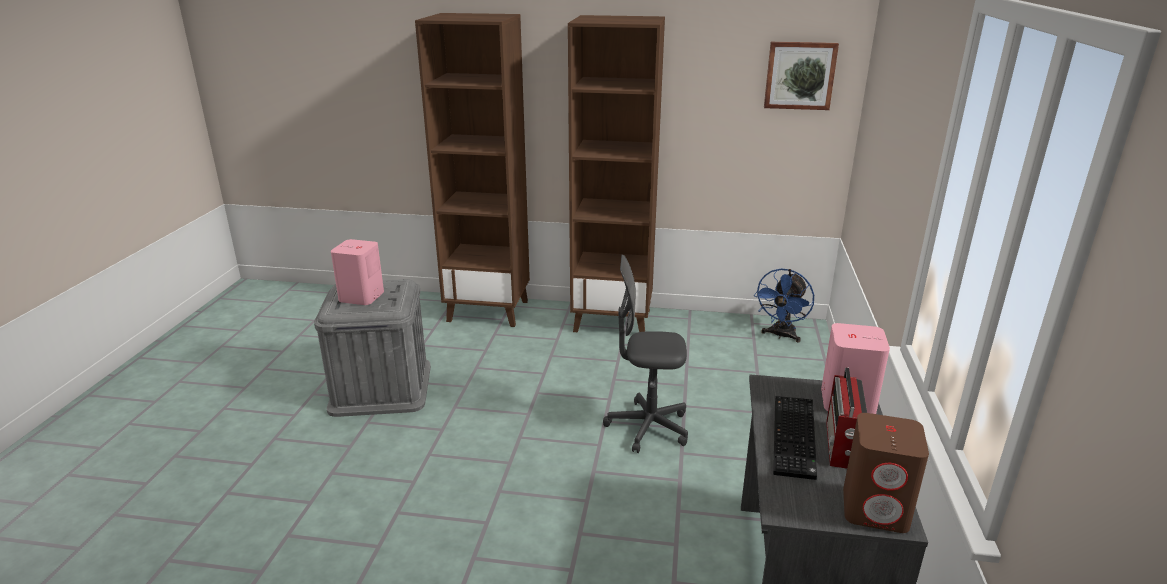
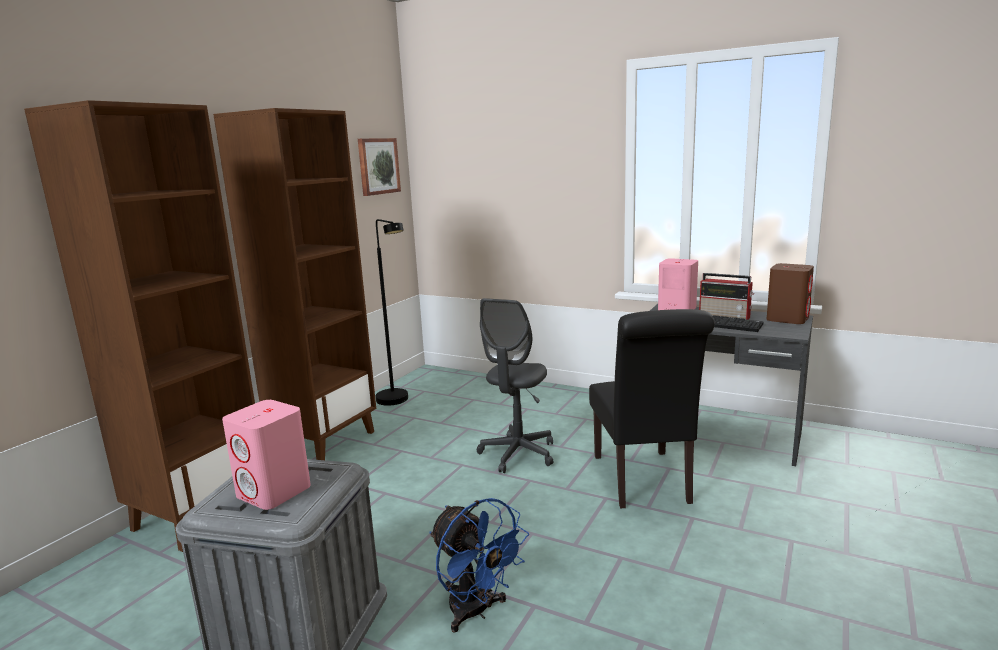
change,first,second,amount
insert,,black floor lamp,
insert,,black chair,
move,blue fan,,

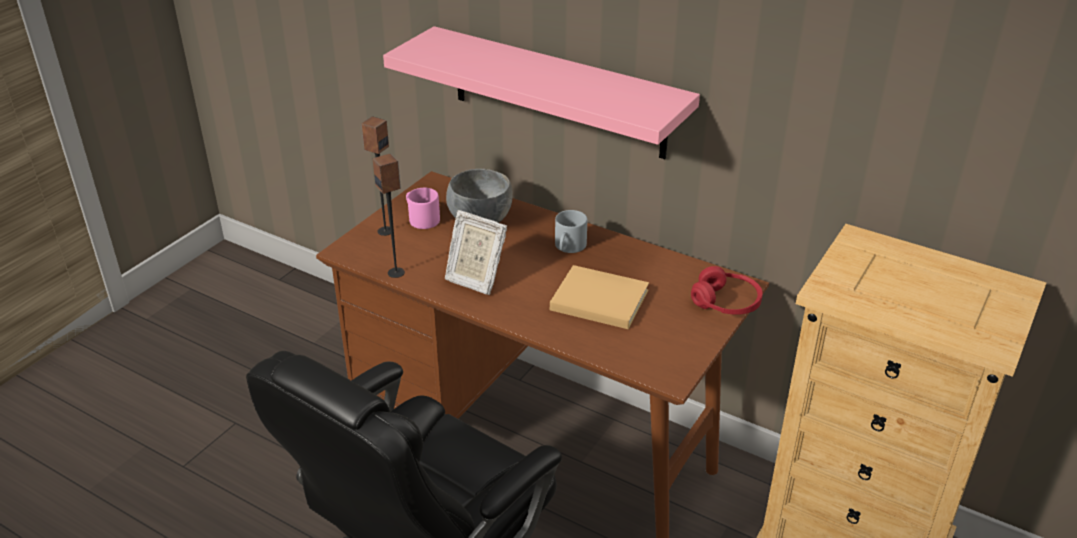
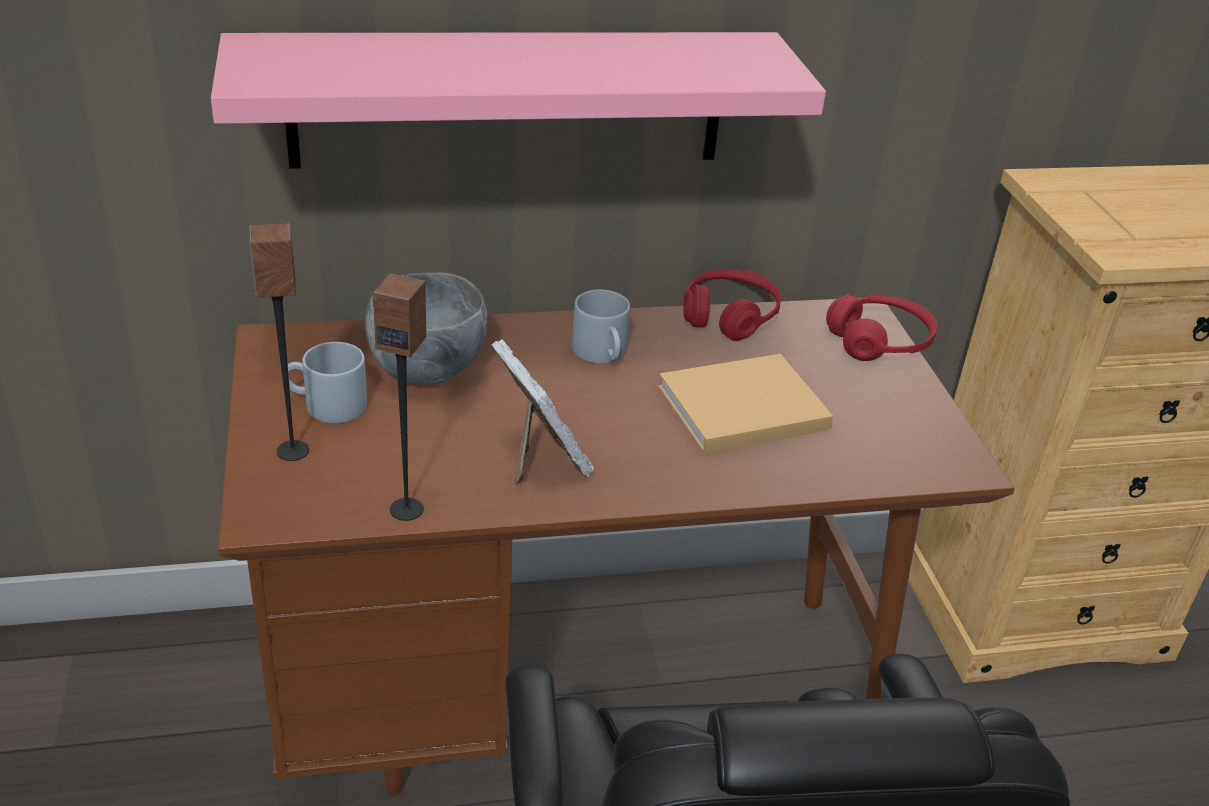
change,first,second,amount
insert,,red headphones (1st from left),
recolor,pink mug,grey mug (1st from left),
rotate,picture frame,,105 degrees counterclockwise

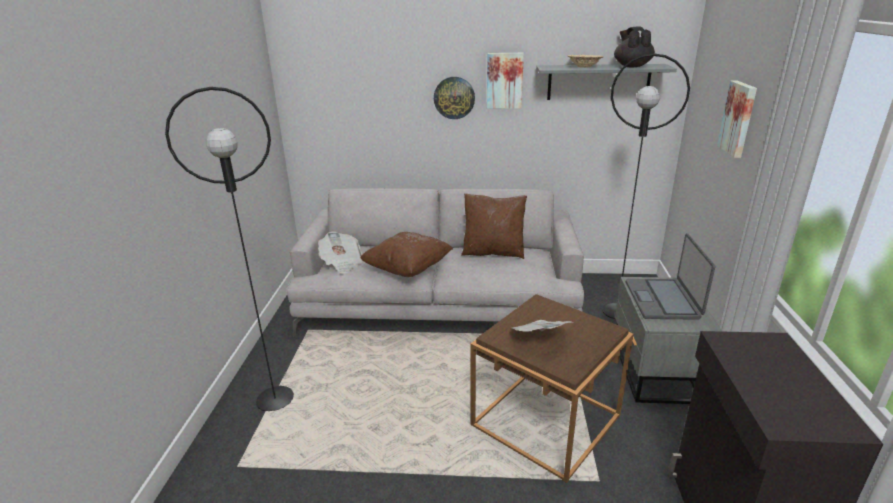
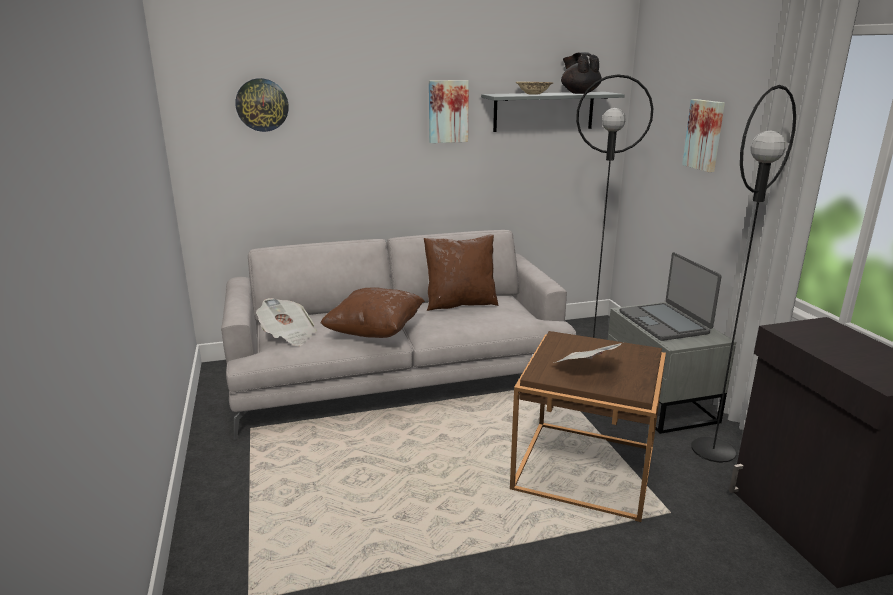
change,first,second,amount
move,black floor lamp (1st from left in the first image),black floor lamp (2nd from left),
move,wall clock,,

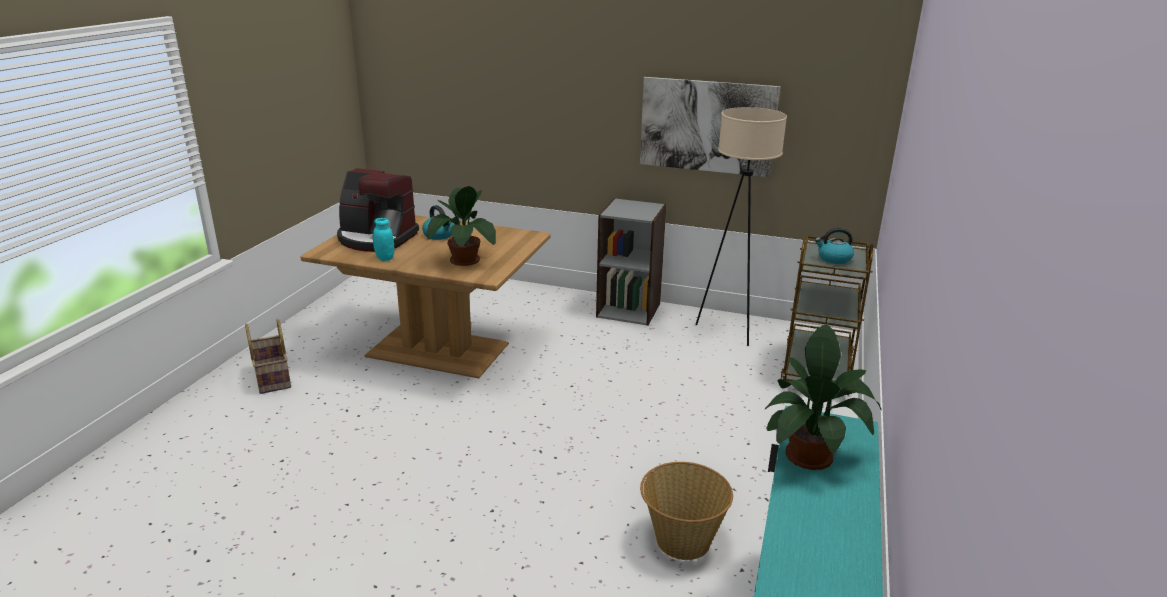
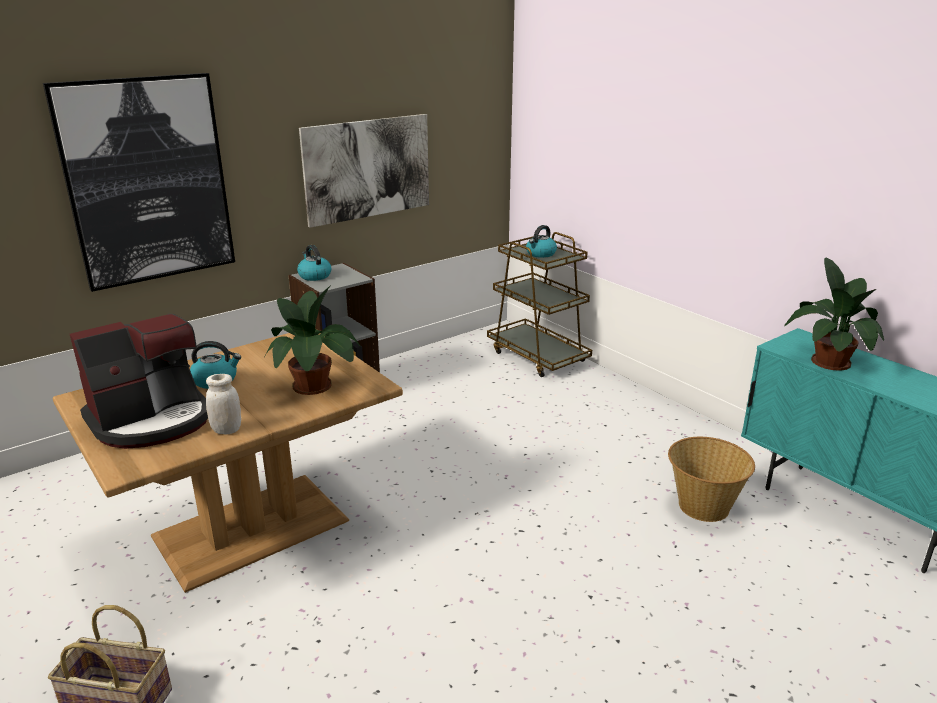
change,first,second,amount
delete,beige floor lamp,,
insert,,picture (1st from left),
insert,,kettle (2nd from left),
recolor,turquoise jar,white jar,

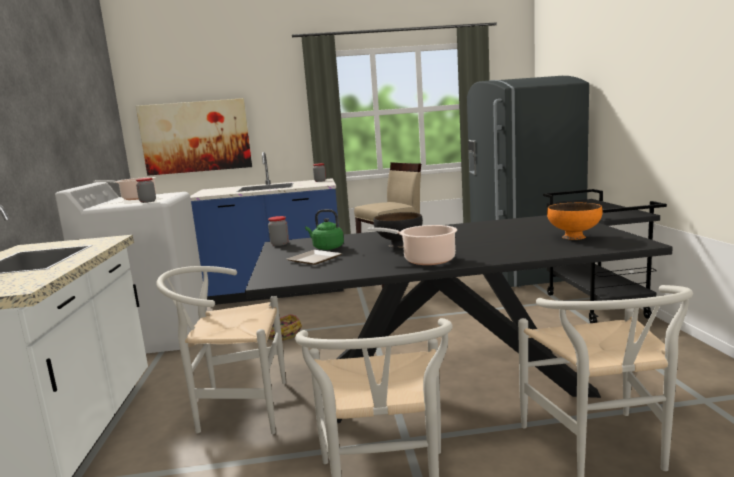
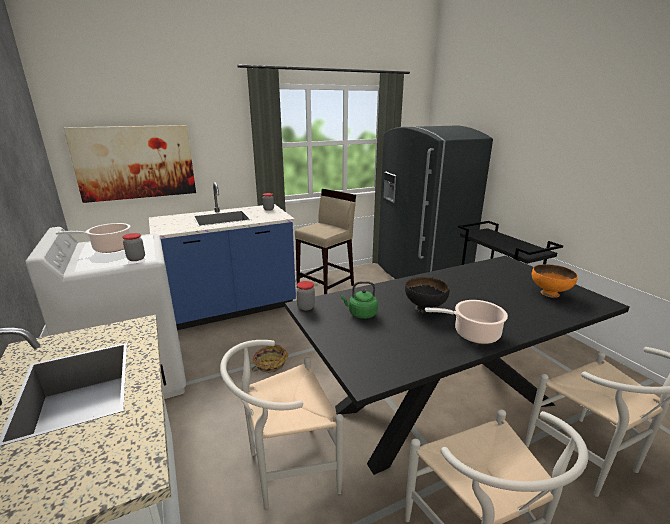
change,first,second,amount
delete,plate,,

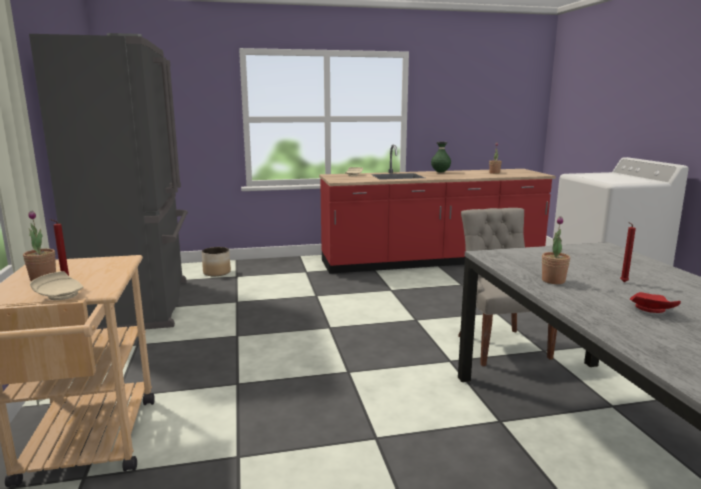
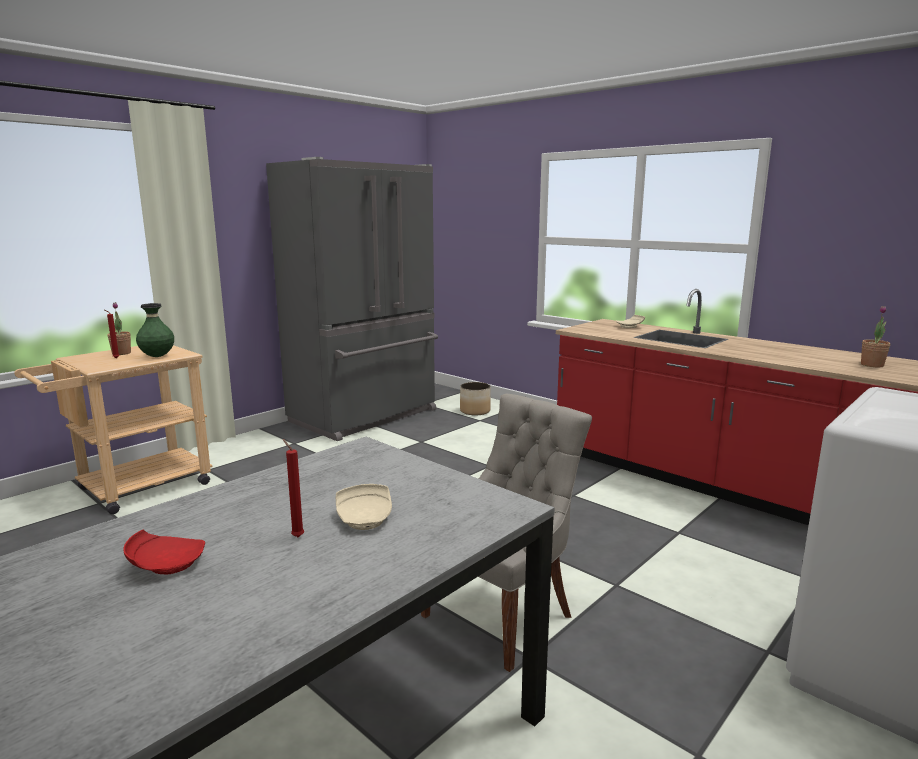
change,first,second,amount
delete,potted plant (3rd from left),,
move,beige plate (1st from left),,
move,green vase,,

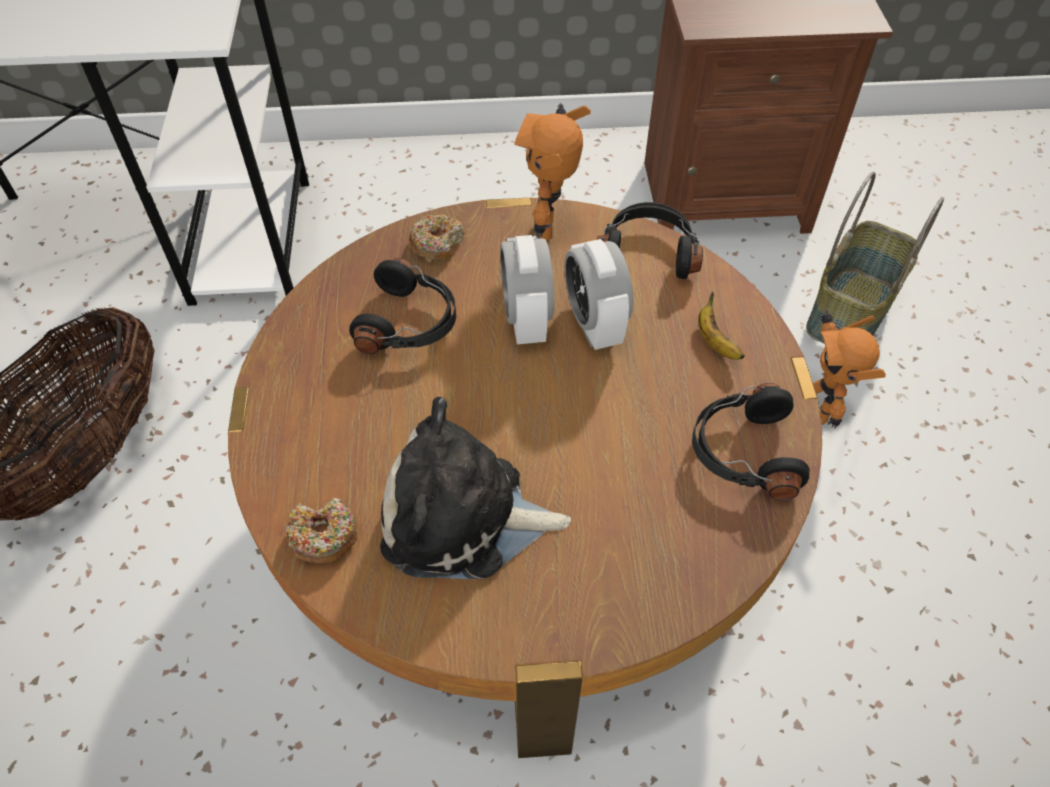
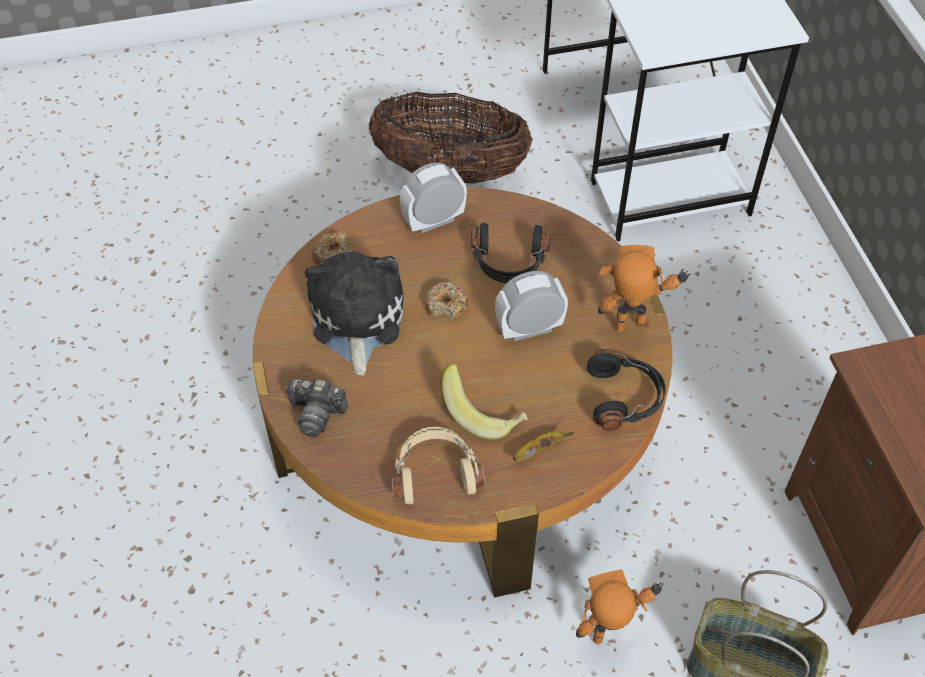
change,first,second,amount
insert,,photo camera,
insert,,banana (1st from left),
move,donut (2nd from left),,
move,alarm clock (2nd from left in the first image),alarm clock (1st from left),
recolor,black headphones (3rd from left),beige headphones,

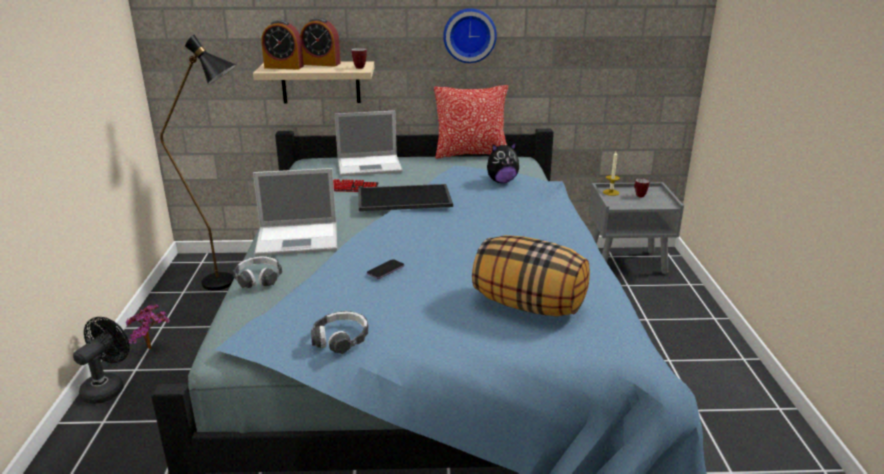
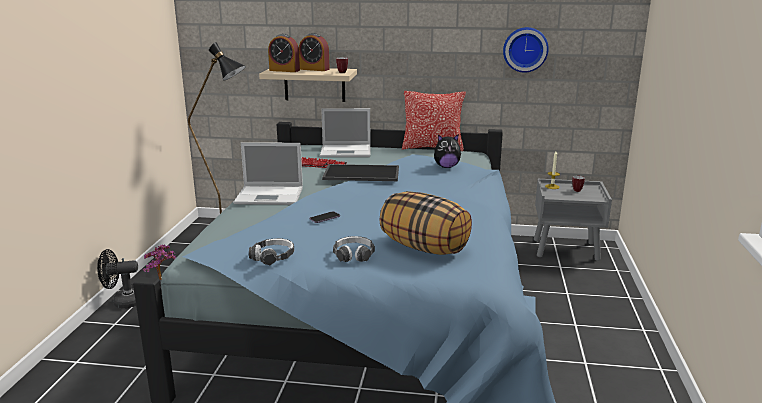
change,first,second,amount
move,headphones (1st from left in the first image),headphones (2nd from left),
move,wall clock,,
rotate,black fan,,135 degrees counterclockwise

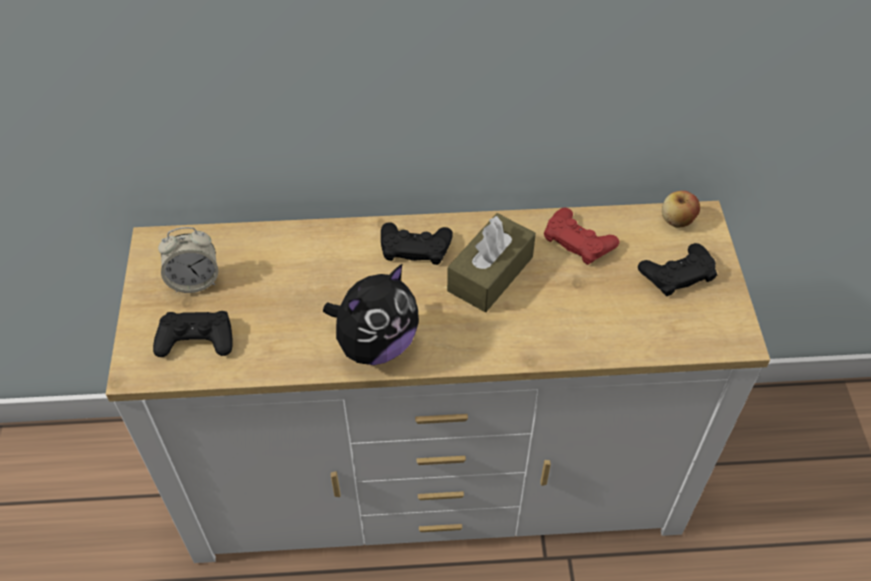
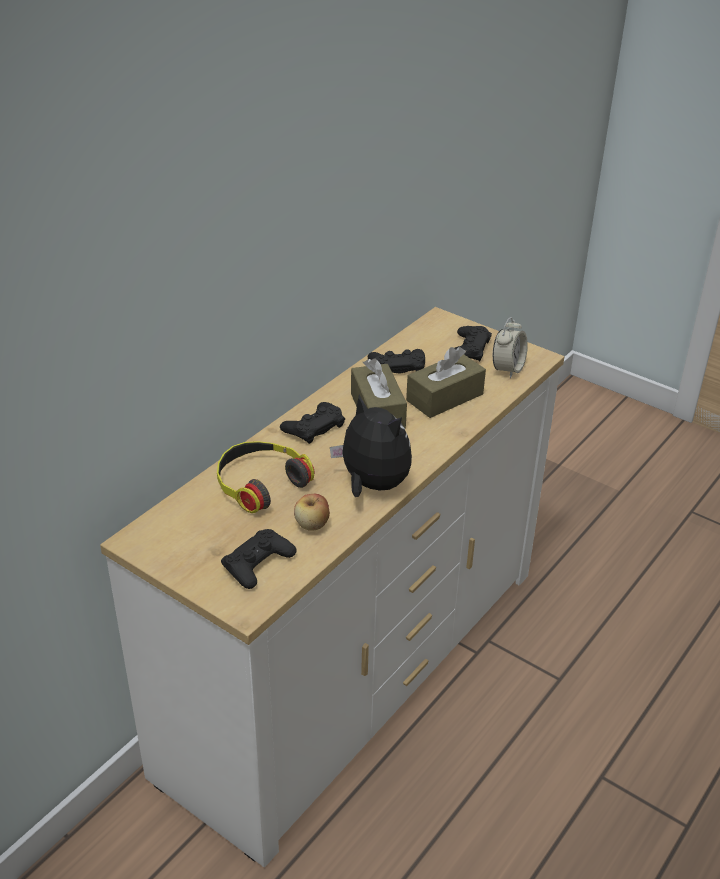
change,first,second,amount
insert,,headphones,
insert,,brown tissue box (2nd from left),
move,alarm clock,,
move,apple,,
recolor,red game controller,black game controller (3rd from left),
rotate,plush toy,,45 degrees counterclockwise

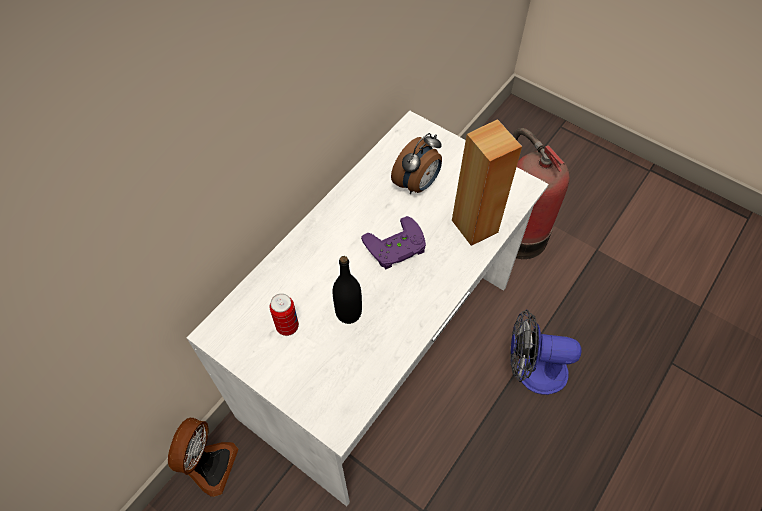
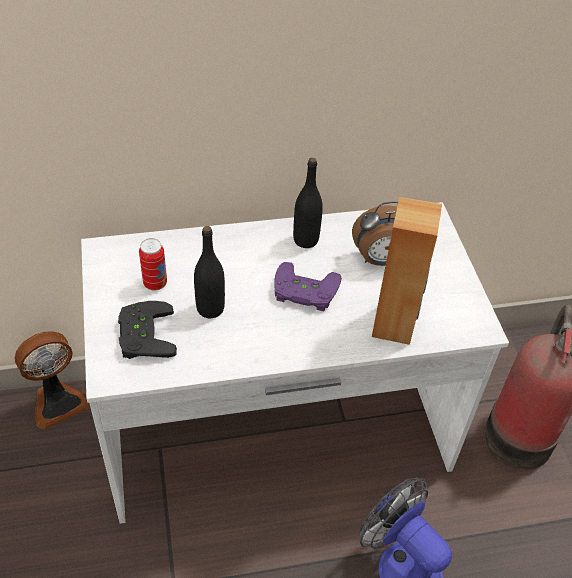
change,first,second,amount
insert,,black game controller,
insert,,black bottle (2nd from left),

